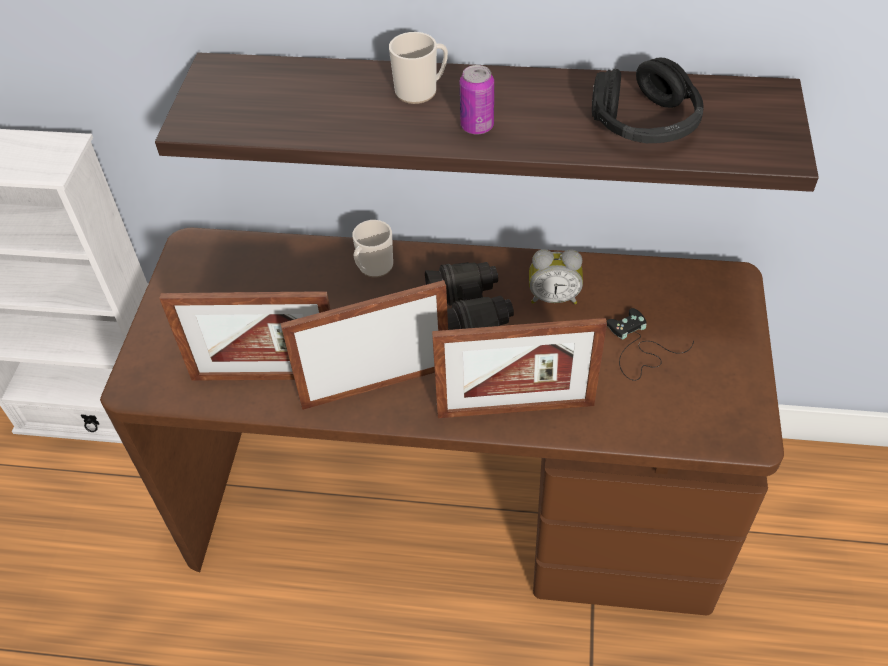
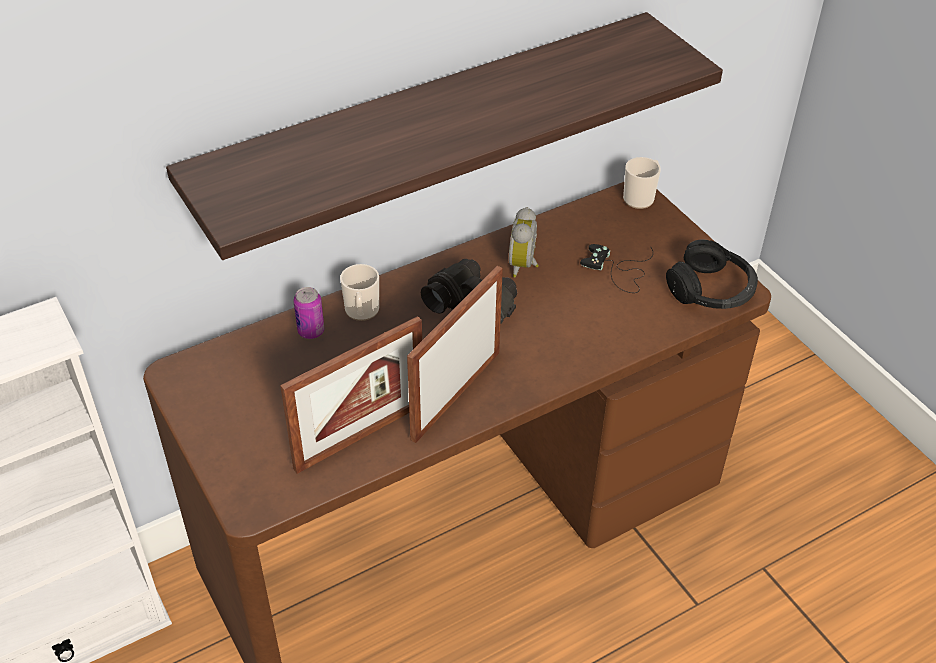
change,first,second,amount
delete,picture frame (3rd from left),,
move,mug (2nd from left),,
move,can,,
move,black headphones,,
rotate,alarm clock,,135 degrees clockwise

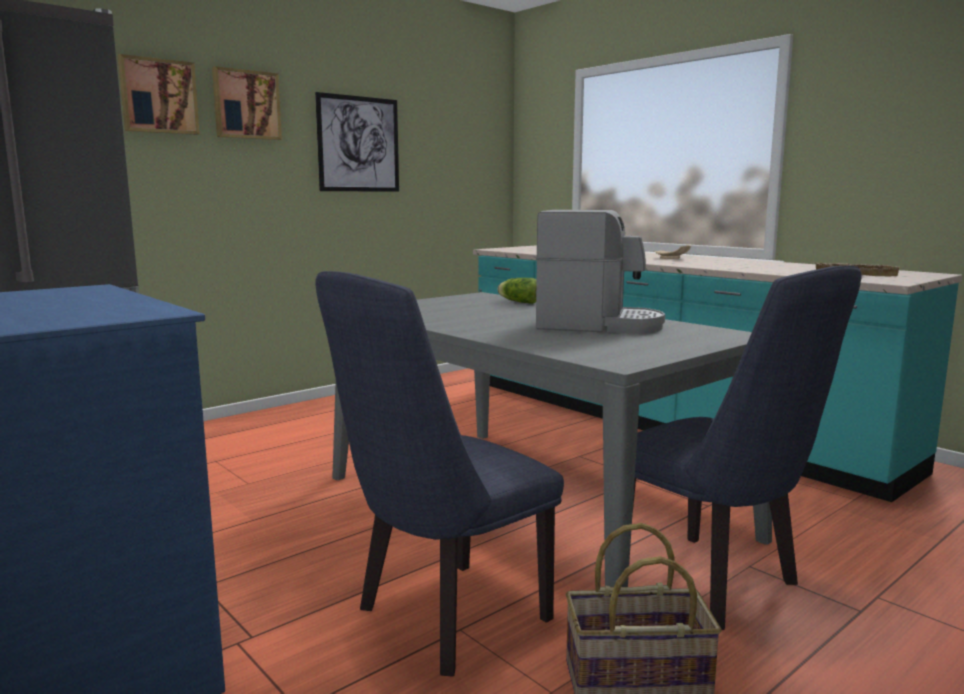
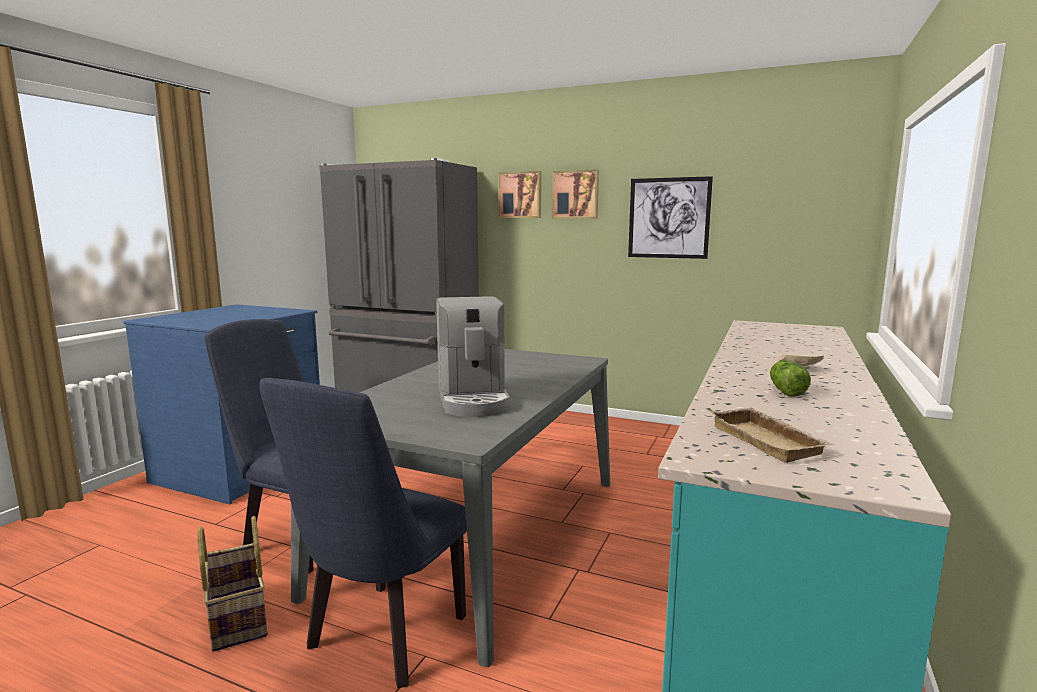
change,first,second,amount
move,lettuce,,

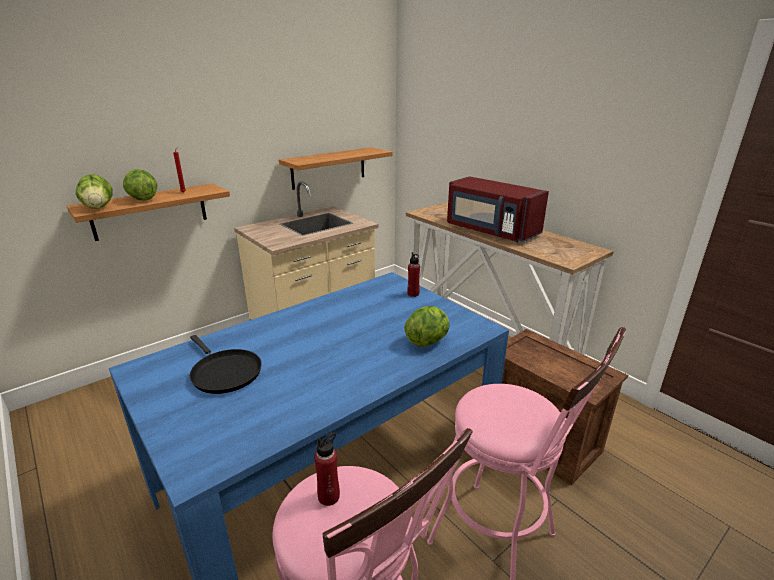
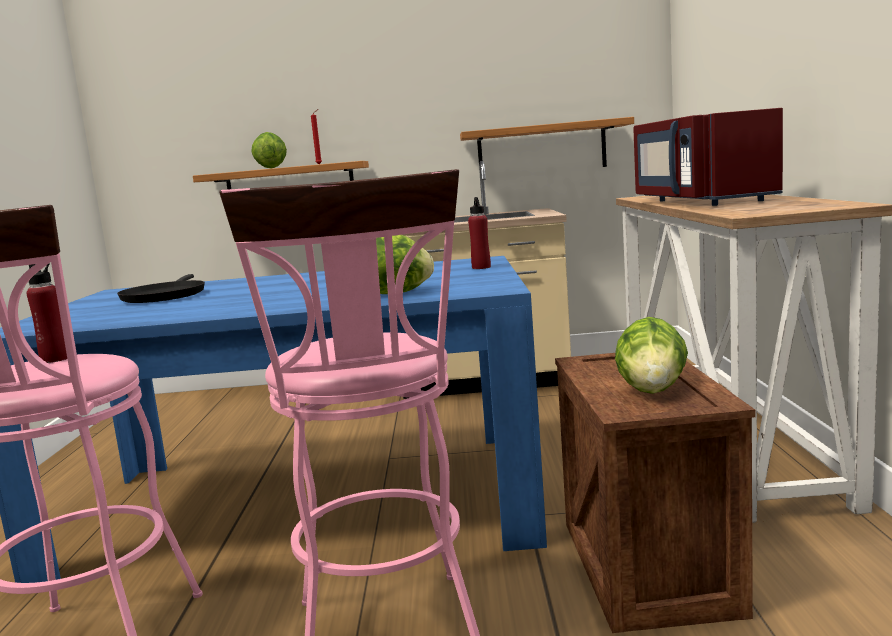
change,first,second,amount
move,lettuce (1st from left in the first image),lettuce (3rd from left),

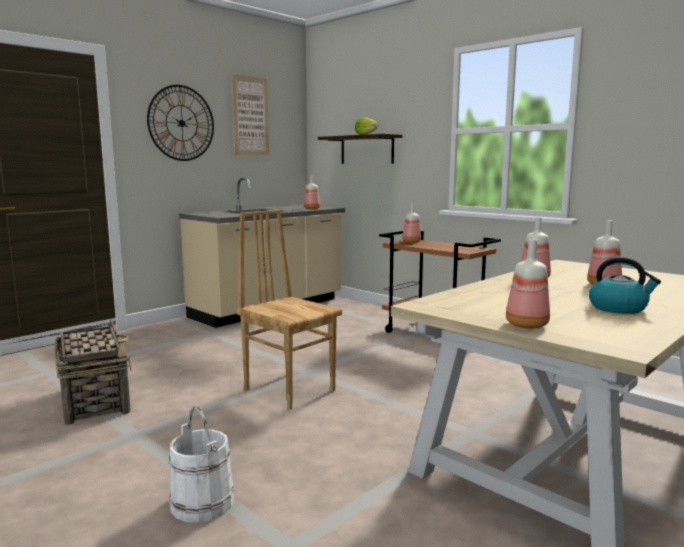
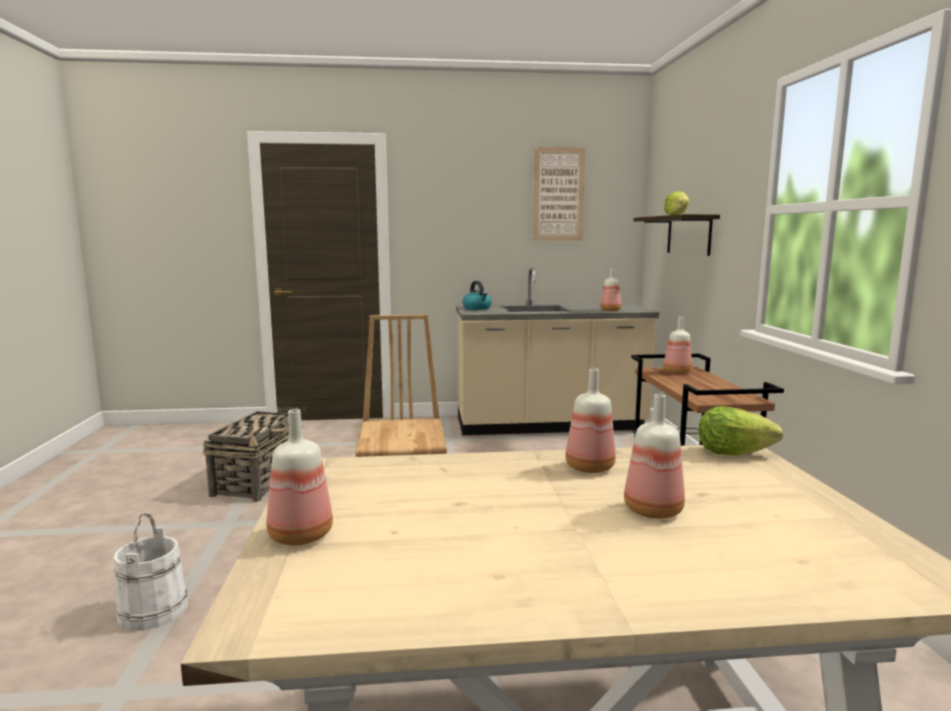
change,first,second,amount
delete,wall clock,,
insert,,lettuce (2nd from left),
move,kettle,,

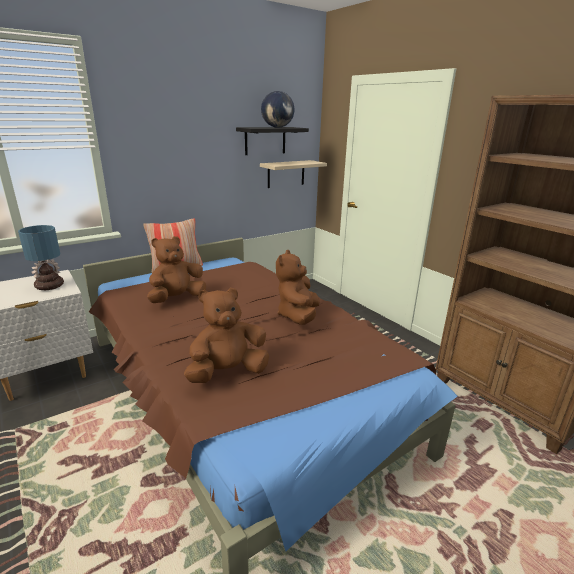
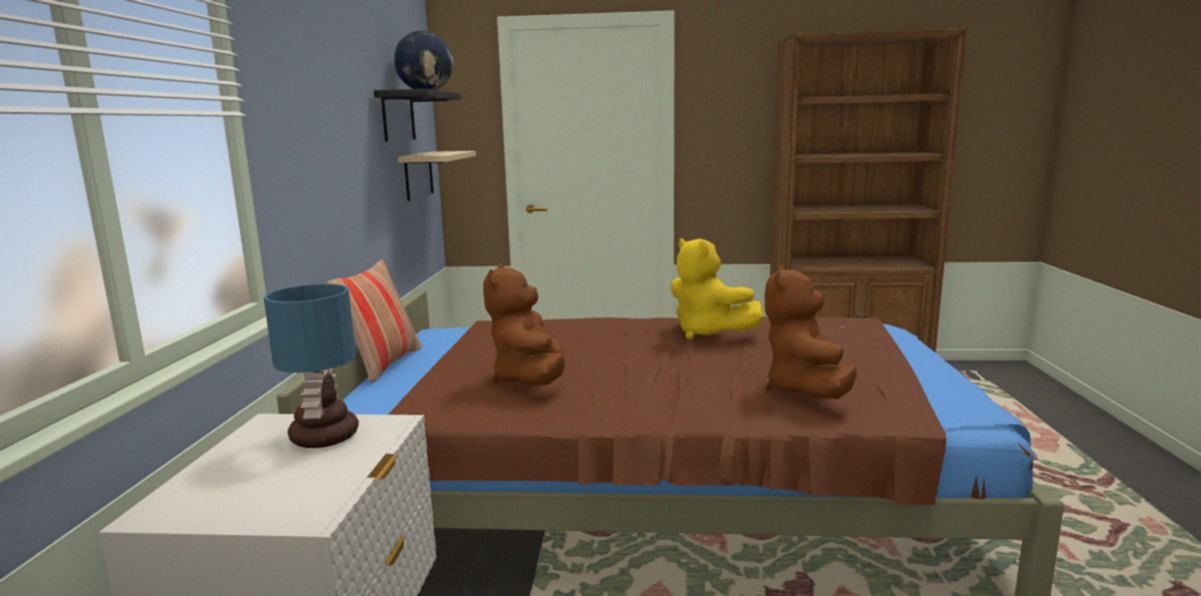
change,first,second,amount
recolor,brown plush toy (3rd from left),yellow plush toy,

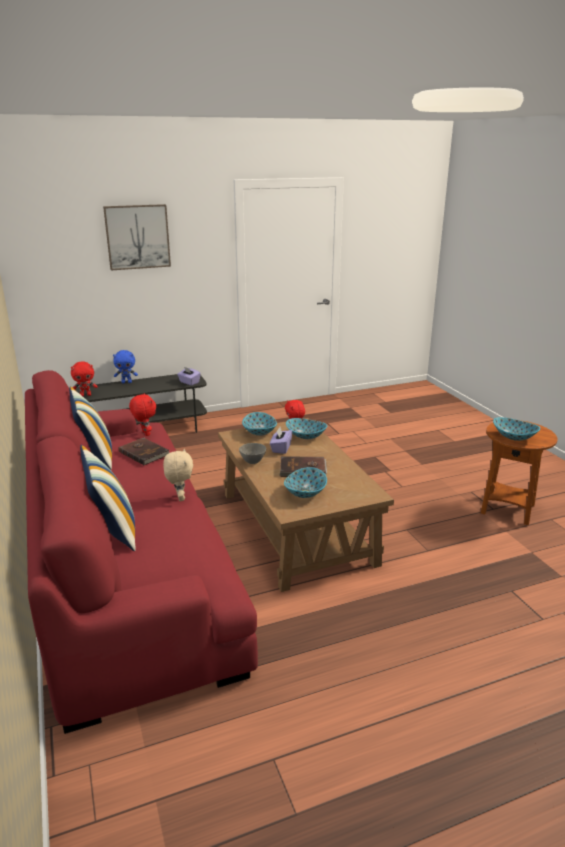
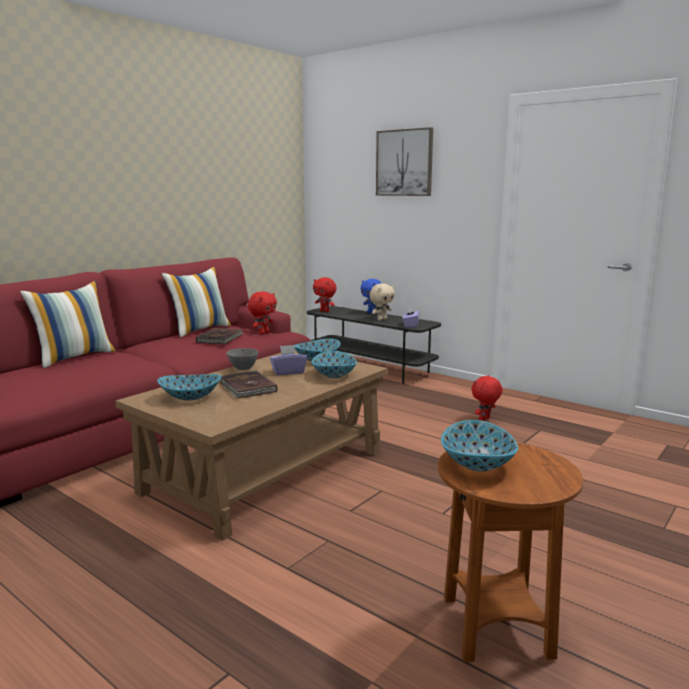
change,first,second,amount
move,beige plush toy,,

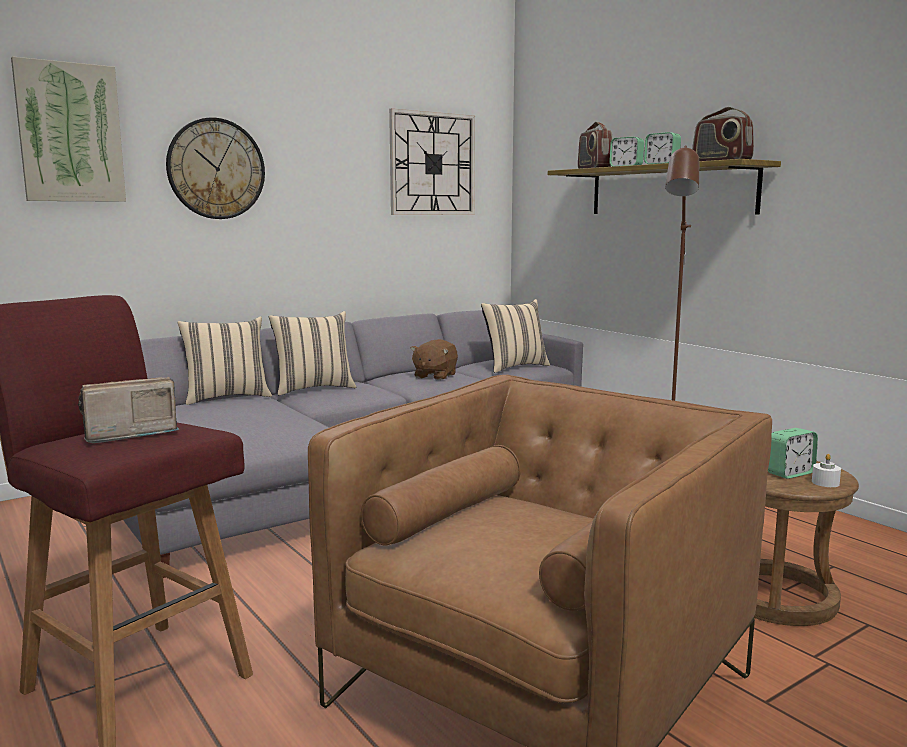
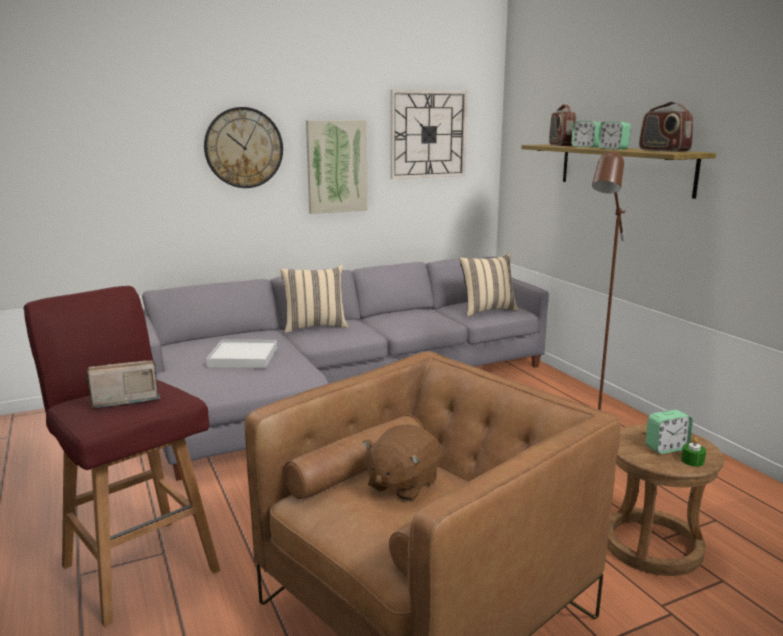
change,first,second,amount
delete,beige pillow (1st from left),,
insert,,white tray,
move,picture,,
move,brown plush toy,,
recolor,white candle,green candle,

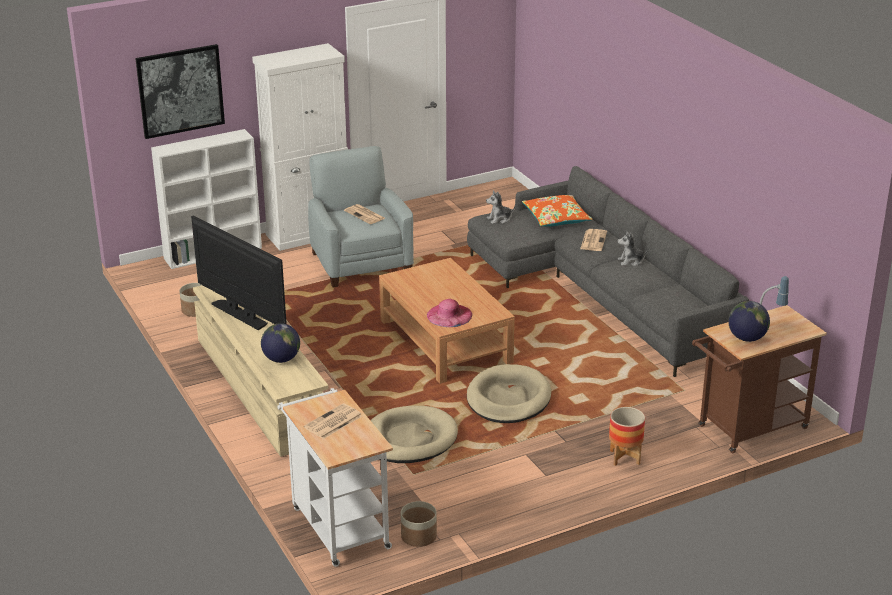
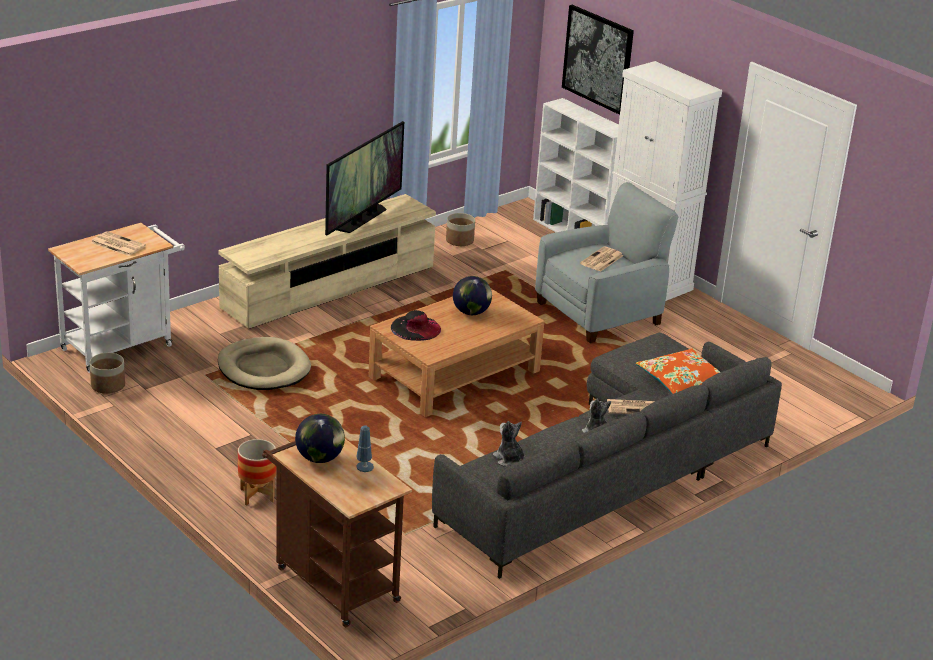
change,first,second,amount
delete,beige dog bed (2nd from left),,
move,globe (1st from left in the first image),globe (2nd from left),
move,plush toy (1st from left),,
recolor,pink hat,black hat,

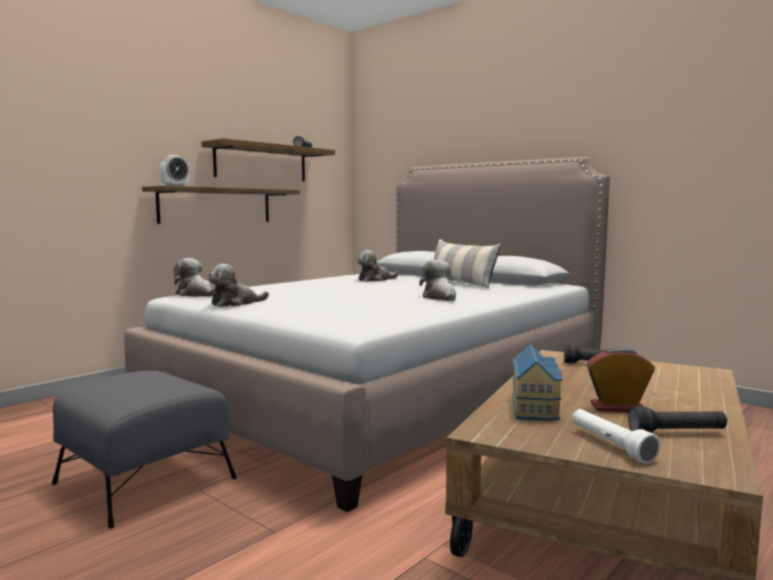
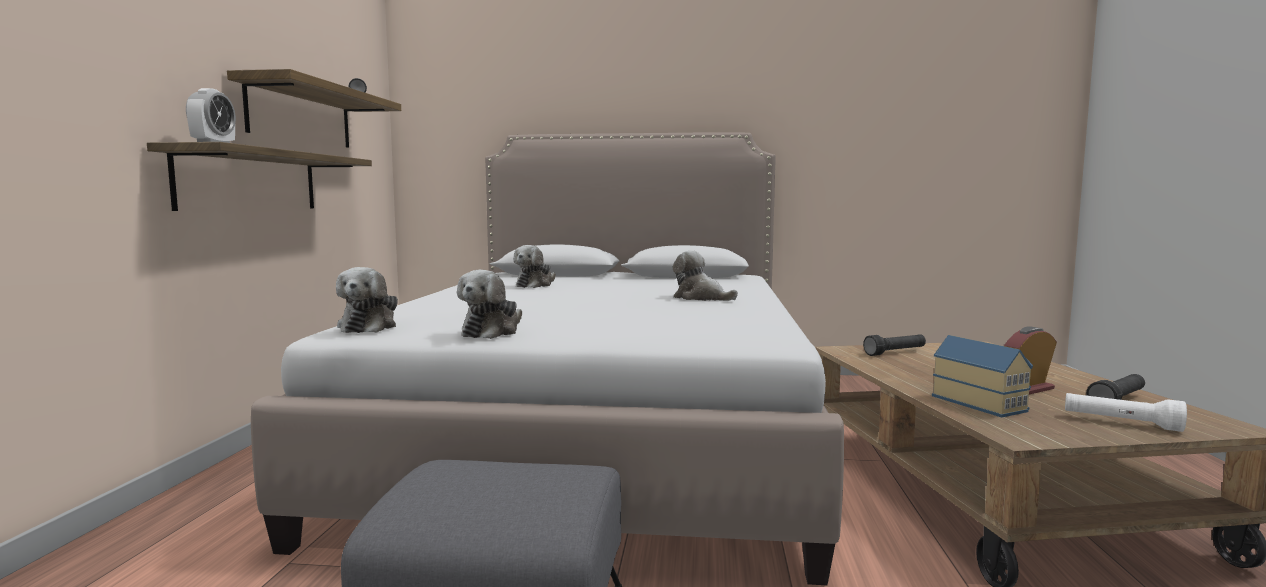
change,first,second,amount
delete,pillow,,
rotate,plush toy (1st from left),,90 degrees counterclockwise

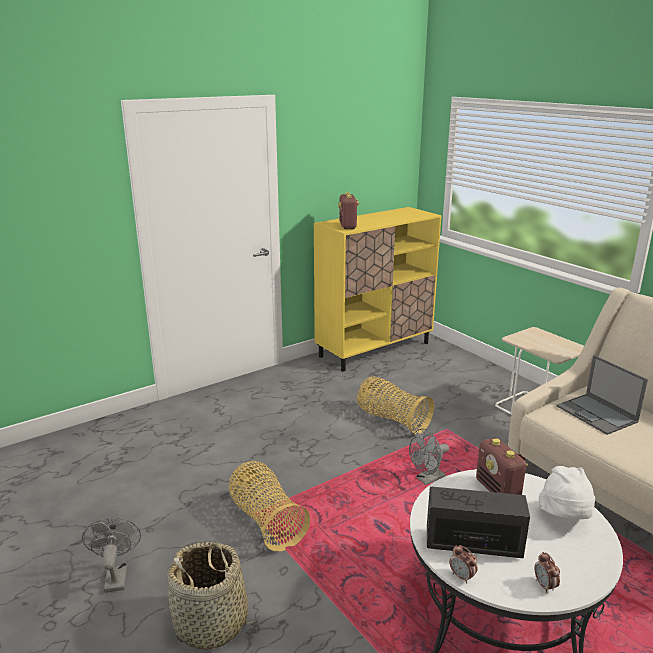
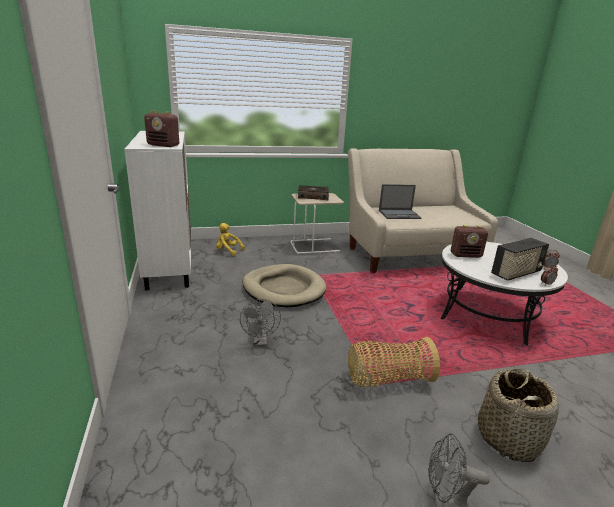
change,first,second,amount
delete,white hat,,
insert,,yellow plush toy,
insert,,book,
move,grey fan (2nd from left in the first image),grey fan (1st from left),
replace,basket (3rd from left),beige dog bed,
recolor,yellow cabinet,white cabinet,
rotate,radio (2nd from left in the first image),radio (3rd from left),150 degrees counterclockwise

